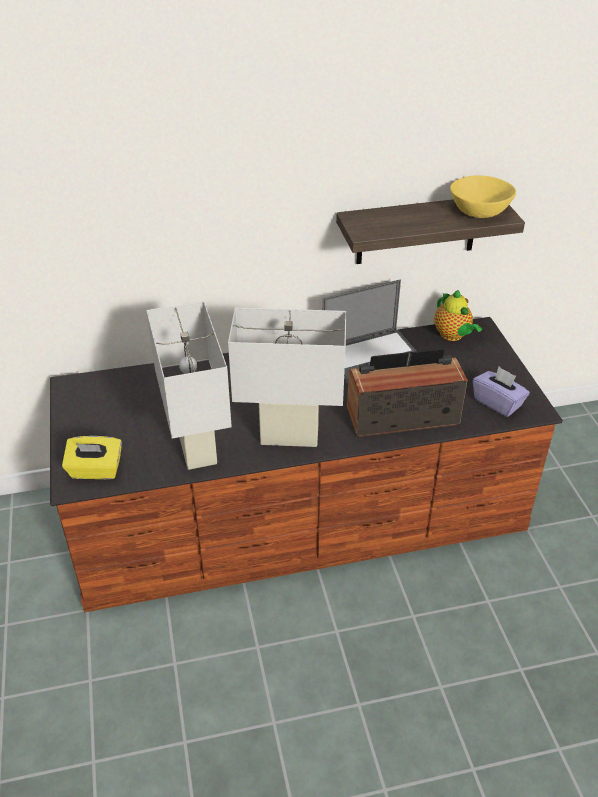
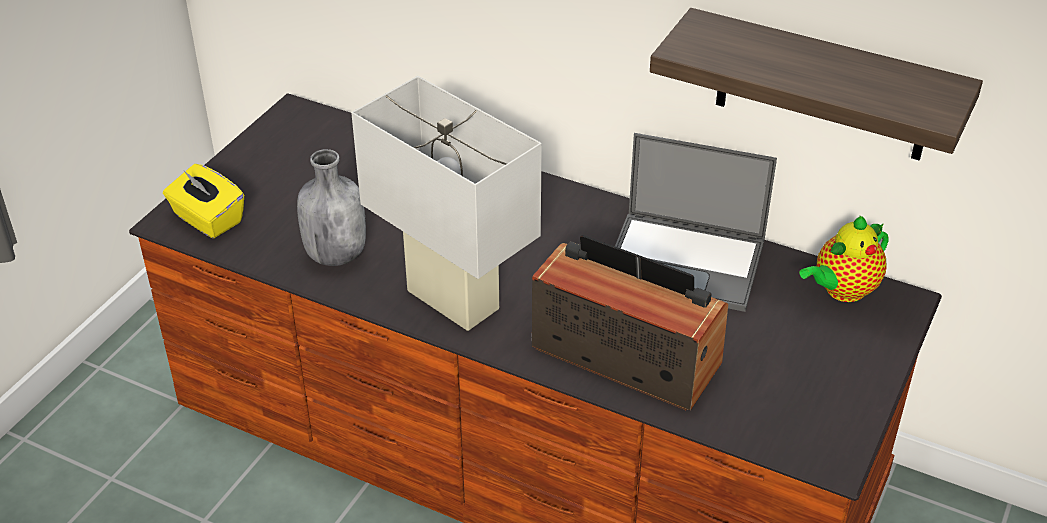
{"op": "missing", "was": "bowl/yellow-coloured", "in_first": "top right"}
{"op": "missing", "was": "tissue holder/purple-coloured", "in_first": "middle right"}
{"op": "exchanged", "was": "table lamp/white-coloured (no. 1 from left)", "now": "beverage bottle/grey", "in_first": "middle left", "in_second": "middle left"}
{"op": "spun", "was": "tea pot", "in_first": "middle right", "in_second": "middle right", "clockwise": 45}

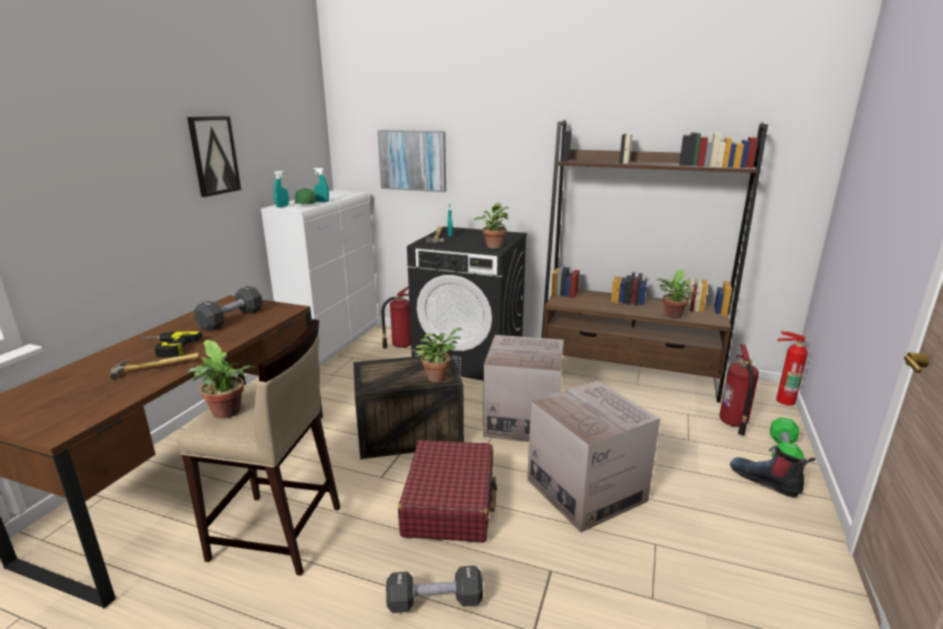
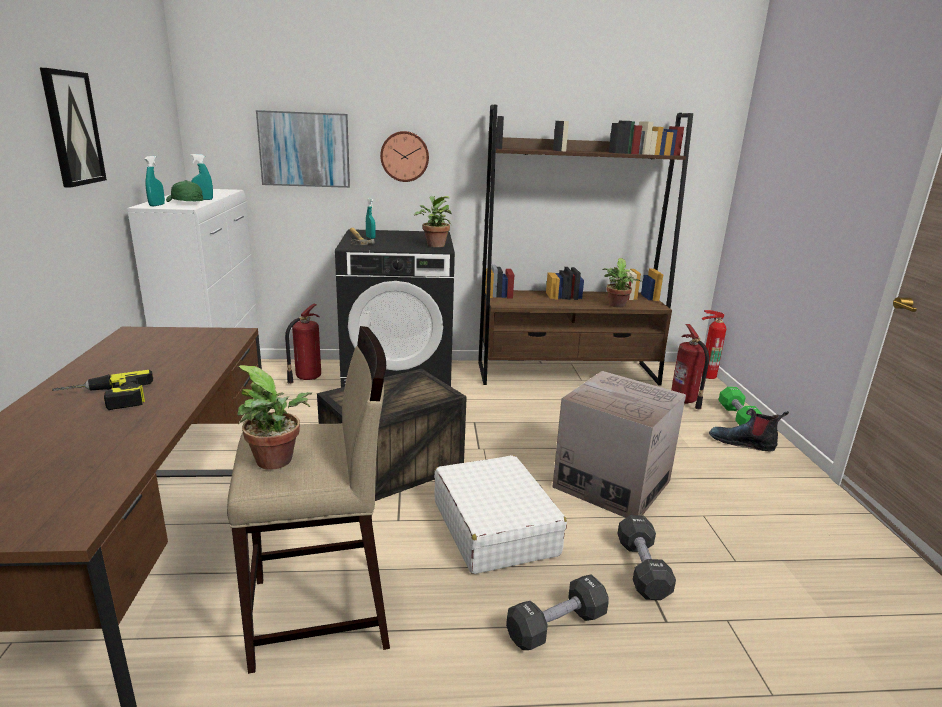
{"op": "missing", "was": "hammer (no. 1 from left)", "in_first": "middle left"}
{"op": "missing", "was": "houseplant (no. 2 from left)", "in_first": "centre"}
{"op": "missing", "was": "carton (no. 1 from left)", "in_first": "centre"}
{"op": "appeared", "now": "hanging clock", "in_second": "top centre"}
{"op": "relocated", "was": "free weight/black (no. 1 from left in the first image)", "now": "free weight/black (no. 2 from left)", "in_first": "middle left", "in_second": "bottom right"}
{"op": "colour", "was": "travel case/red-coloured", "now": "travel case/white-coloured", "in_first": "bottom centre", "in_second": "bottom centre"}

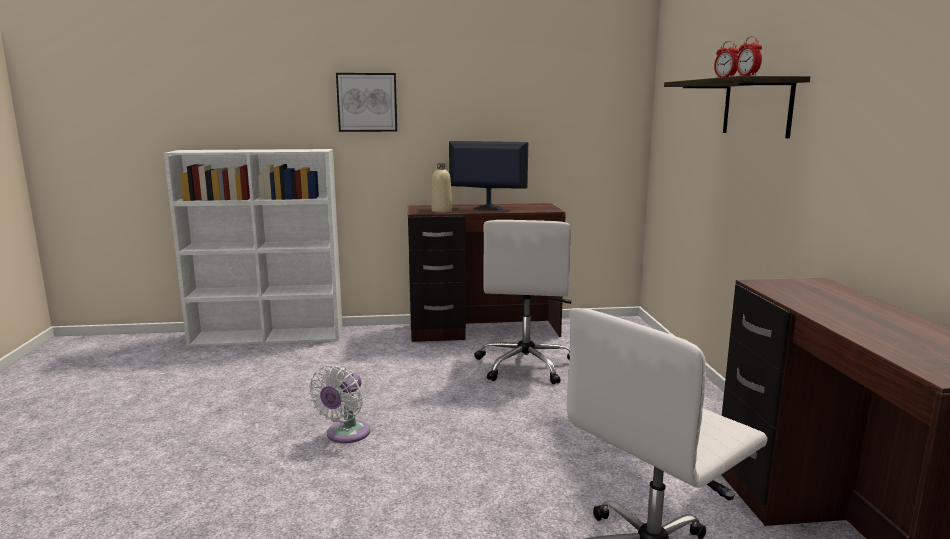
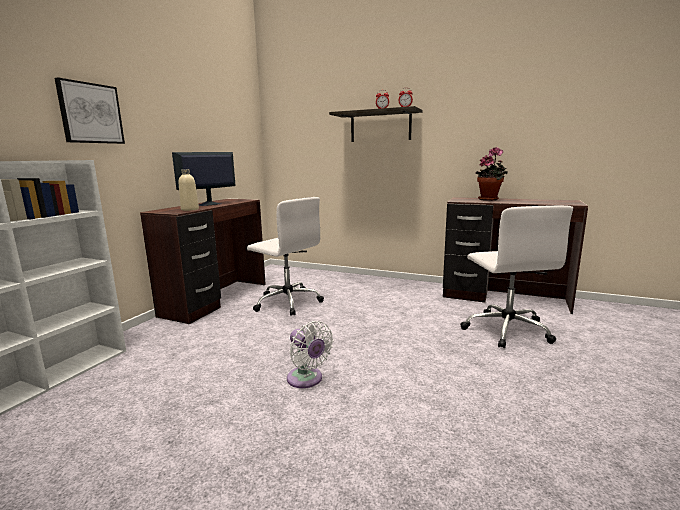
{"op": "appeared", "now": "houseplant", "in_second": "middle right"}

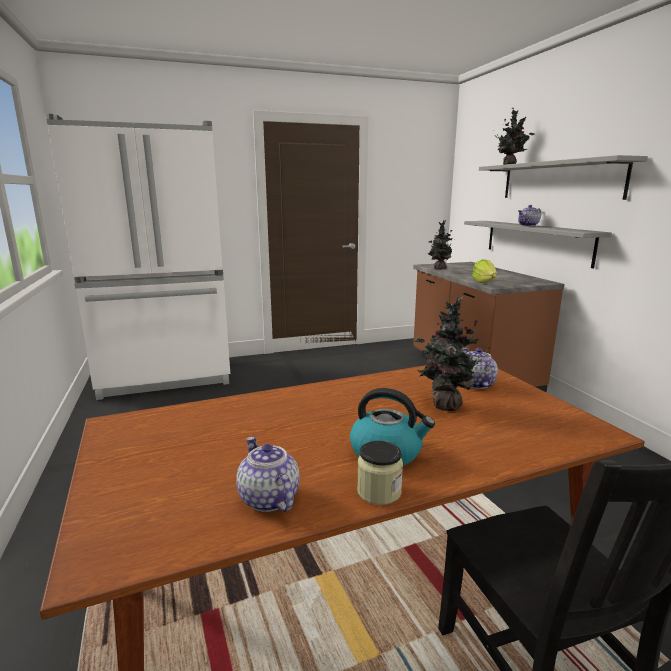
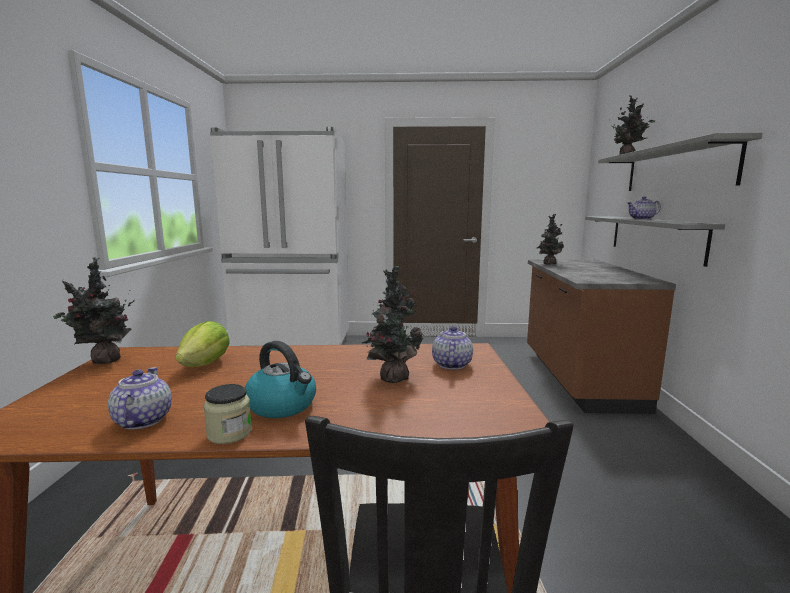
{"op": "appeared", "now": "houseplant (no. 1 from left)", "in_second": "middle left"}
{"op": "relocated", "was": "lettuce", "in_first": "middle right", "in_second": "middle left"}

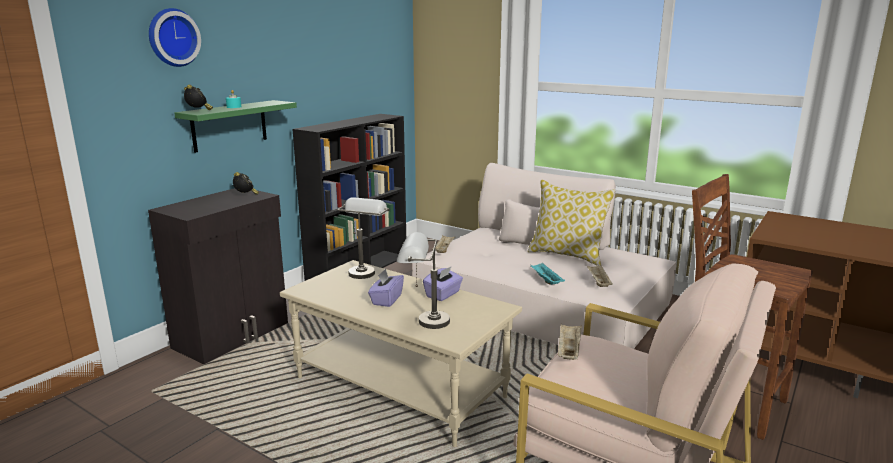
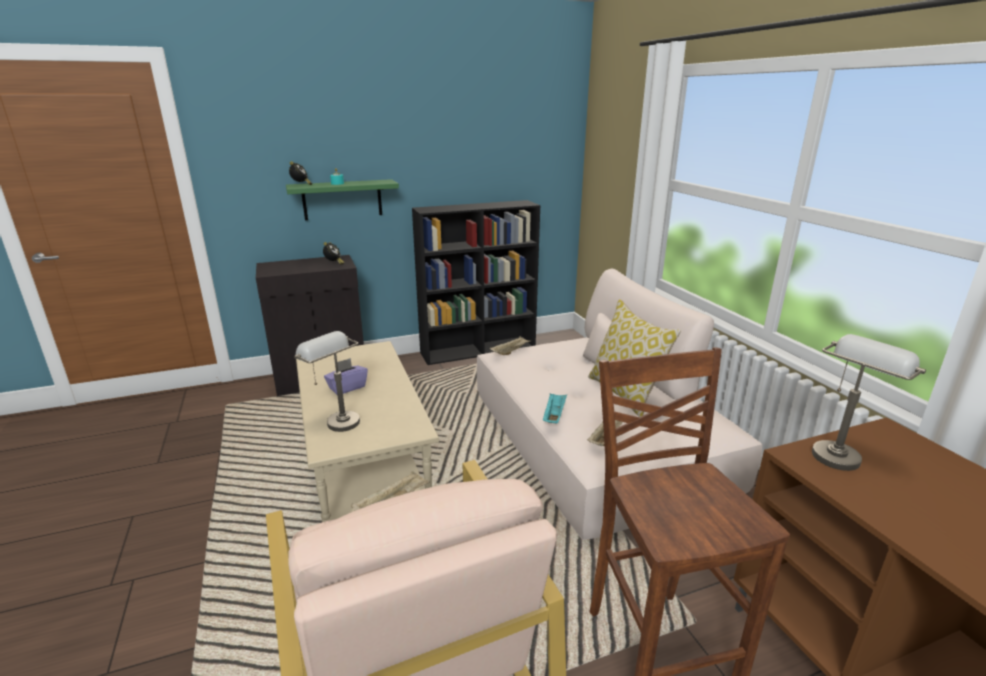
{"op": "missing", "was": "hanging clock", "in_first": "top left"}
{"op": "missing", "was": "tissue holder/purple-coloured (no. 2 from left)", "in_first": "centre"}
{"op": "relocated", "was": "table lamp/grey (no. 1 from left in the first image)", "now": "table lamp/grey (no. 2 from left)", "in_first": "centre", "in_second": "middle right"}

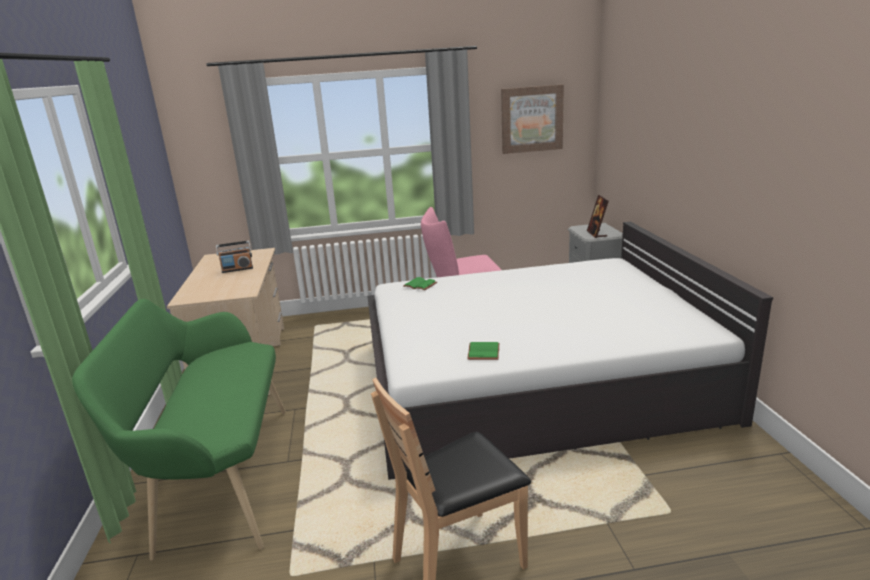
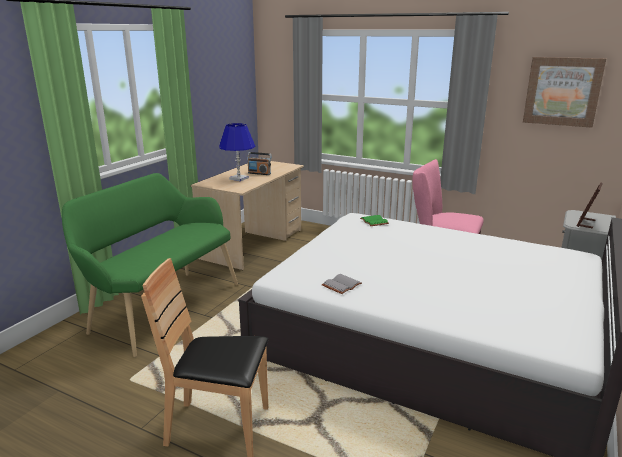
{"op": "appeared", "now": "table lamp/blue", "in_second": "top centre"}
{"op": "colour", "was": "book/green (no. 2 from left)", "now": "book/grey", "in_first": "centre", "in_second": "centre"}

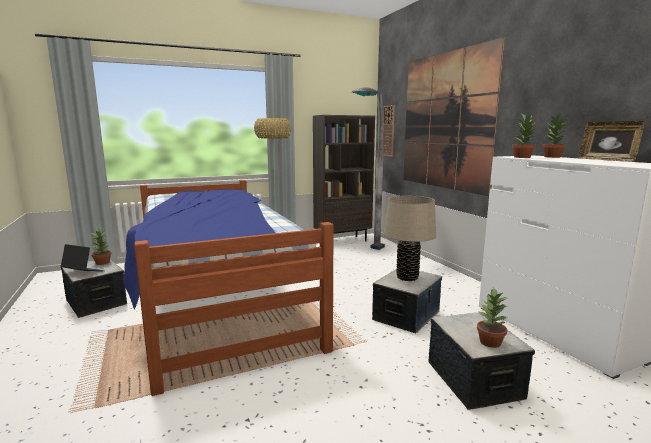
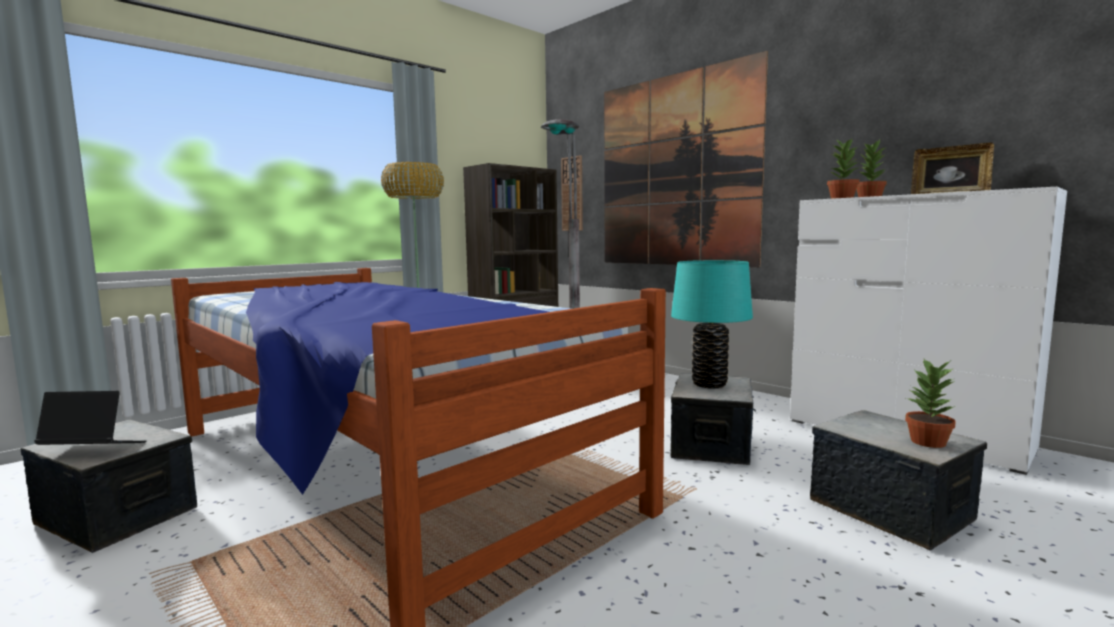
{"op": "missing", "was": "houseplant (no. 1 from left)", "in_first": "middle left"}
{"op": "colour", "was": "table lamp/sand-coloured", "now": "table lamp/turquoise", "in_first": "centre", "in_second": "centre"}

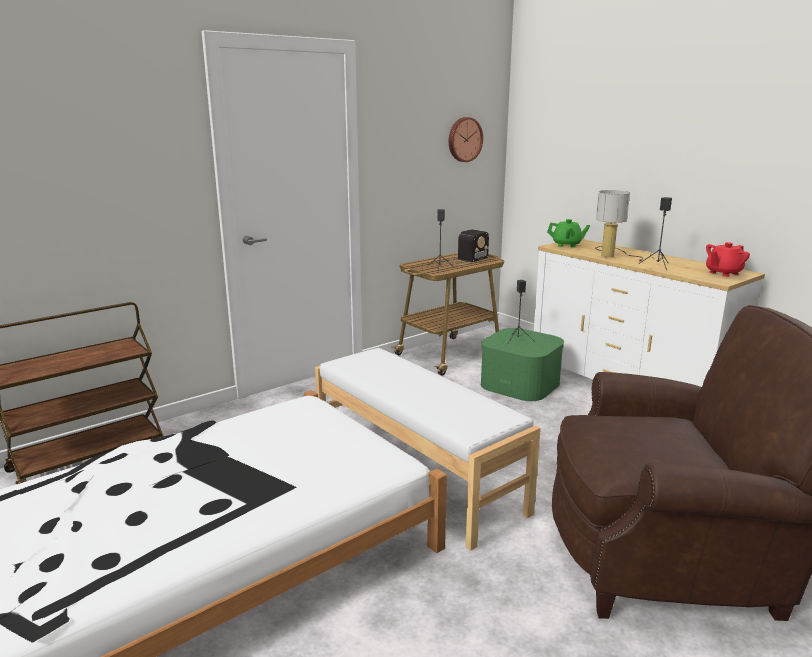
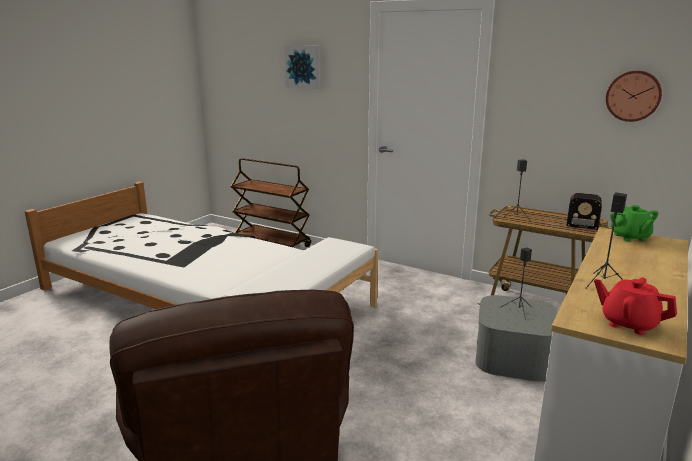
{"op": "missing", "was": "table lamp", "in_first": "middle right"}
{"op": "appeared", "now": "wall picture", "in_second": "top centre"}
{"op": "colour", "was": "storage container/green", "now": "storage container/grey", "in_first": "centre", "in_second": "bottom right"}

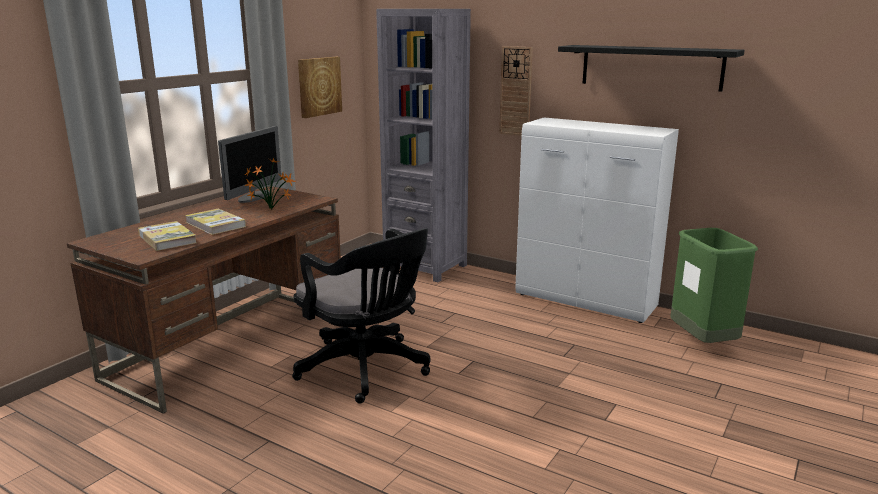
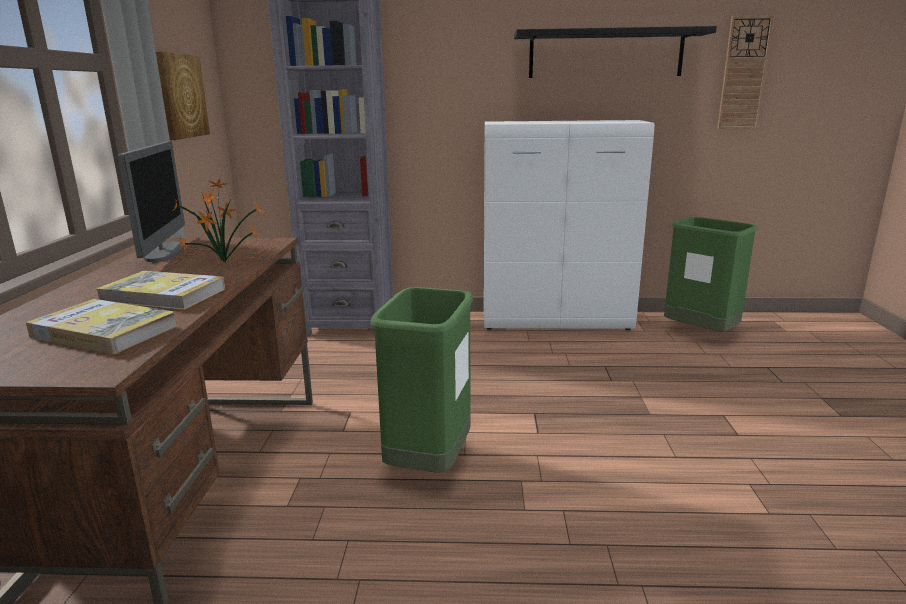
{"op": "relocated", "was": "hanging clock", "in_first": "top centre", "in_second": "top right"}
{"op": "exchanged", "was": "computer chair/black", "now": "rubbish bin/green (no. 1 from left)", "in_first": "centre", "in_second": "centre"}

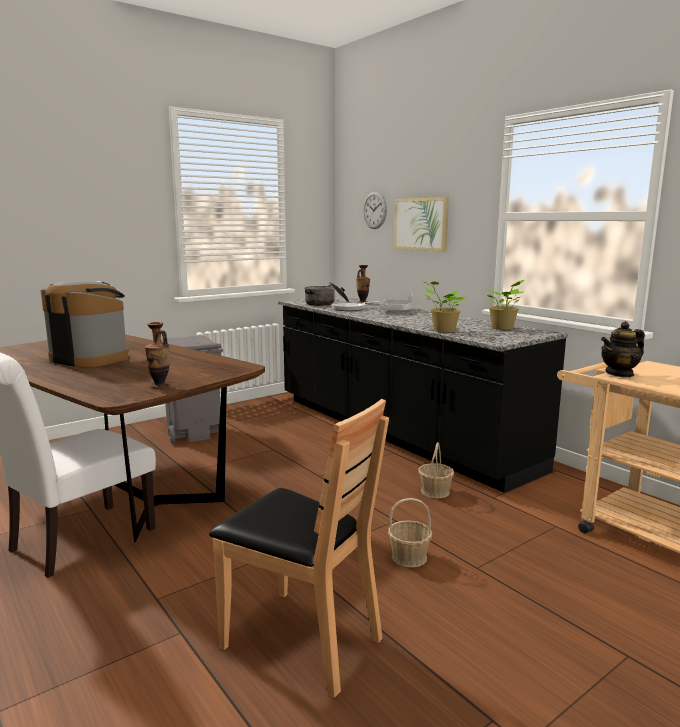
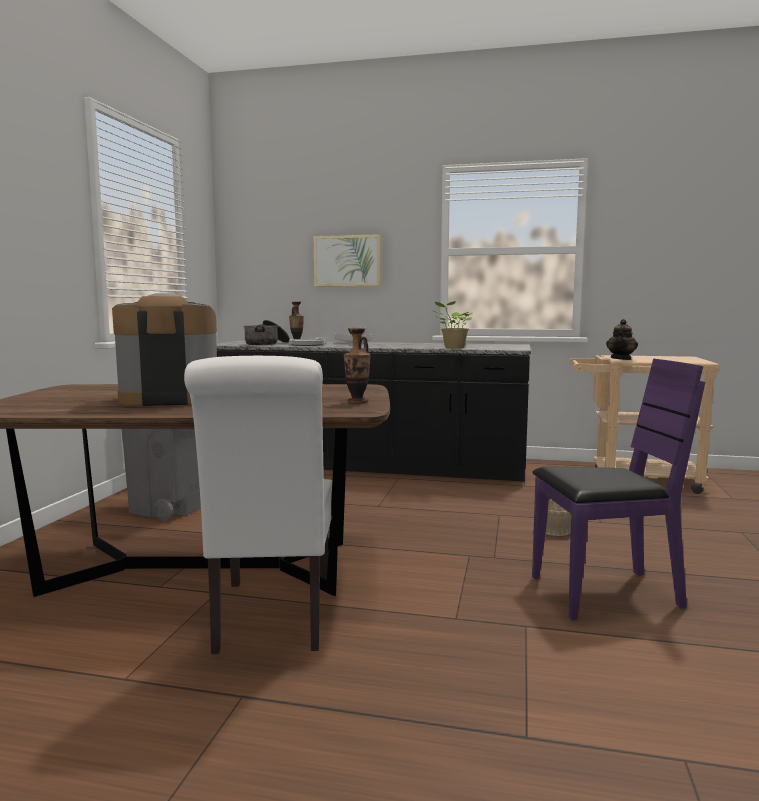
{"op": "missing", "was": "hanging clock", "in_first": "top centre"}
{"op": "missing", "was": "household basket (no. 2 from left)", "in_first": "centre"}
{"op": "missing", "was": "houseplant (no. 2 from left)", "in_first": "middle right"}
{"op": "colour", "was": "plain chair/brown", "now": "plain chair/purple-coloured", "in_first": "bottom centre", "in_second": "middle right"}

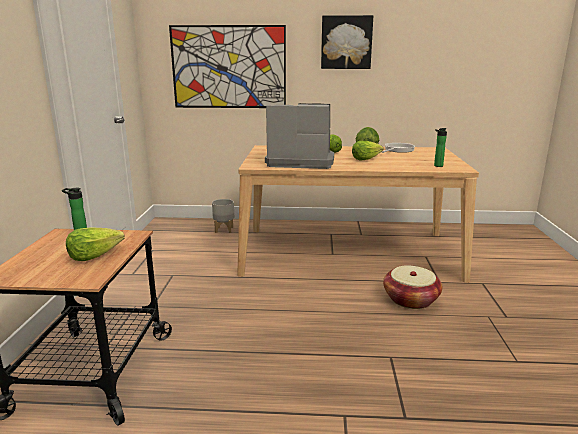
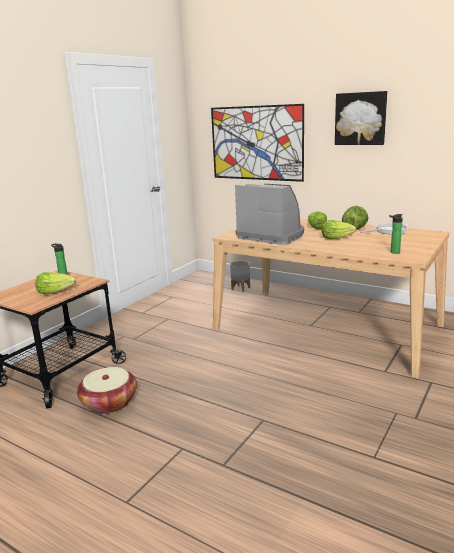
{"op": "relocated", "was": "household basket", "in_first": "middle right", "in_second": "bottom left"}

